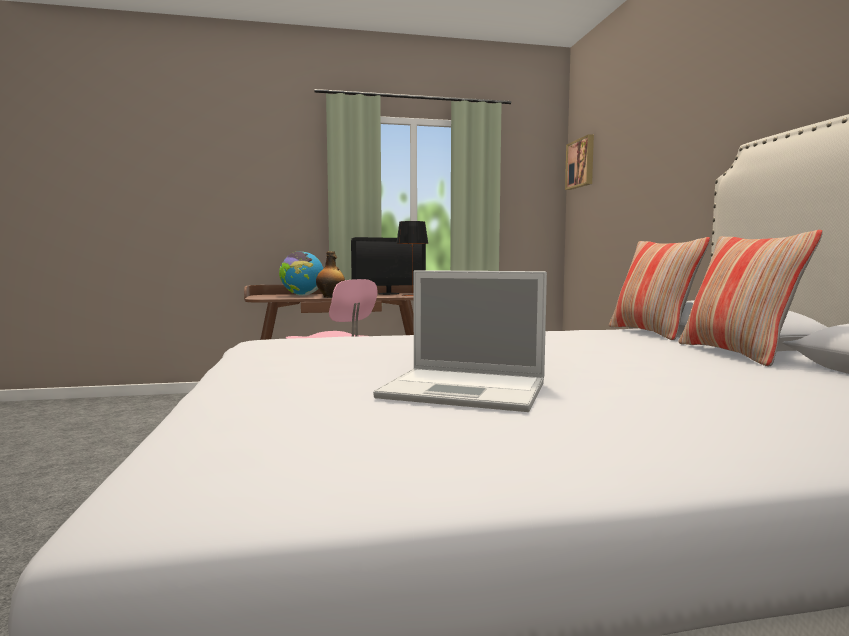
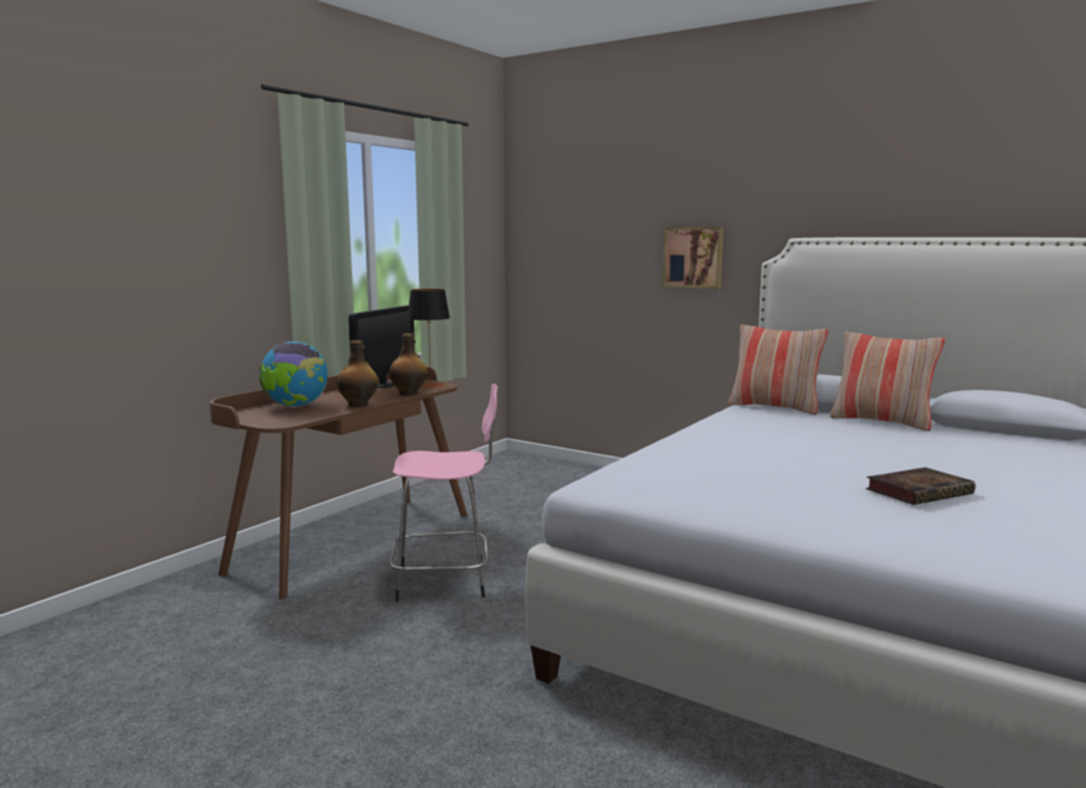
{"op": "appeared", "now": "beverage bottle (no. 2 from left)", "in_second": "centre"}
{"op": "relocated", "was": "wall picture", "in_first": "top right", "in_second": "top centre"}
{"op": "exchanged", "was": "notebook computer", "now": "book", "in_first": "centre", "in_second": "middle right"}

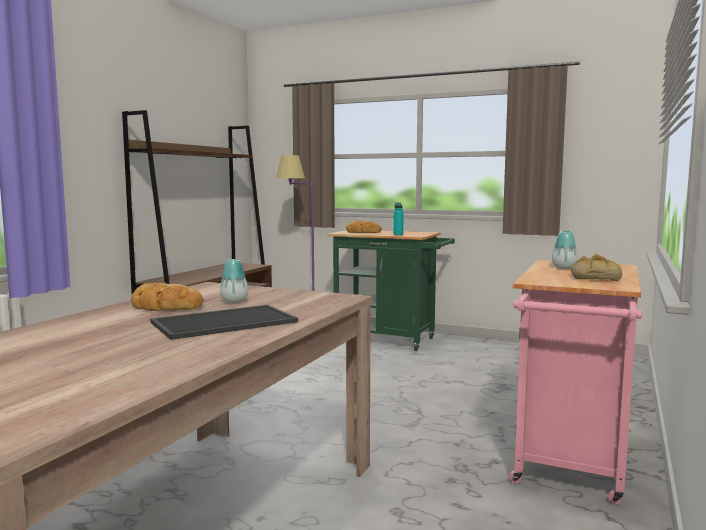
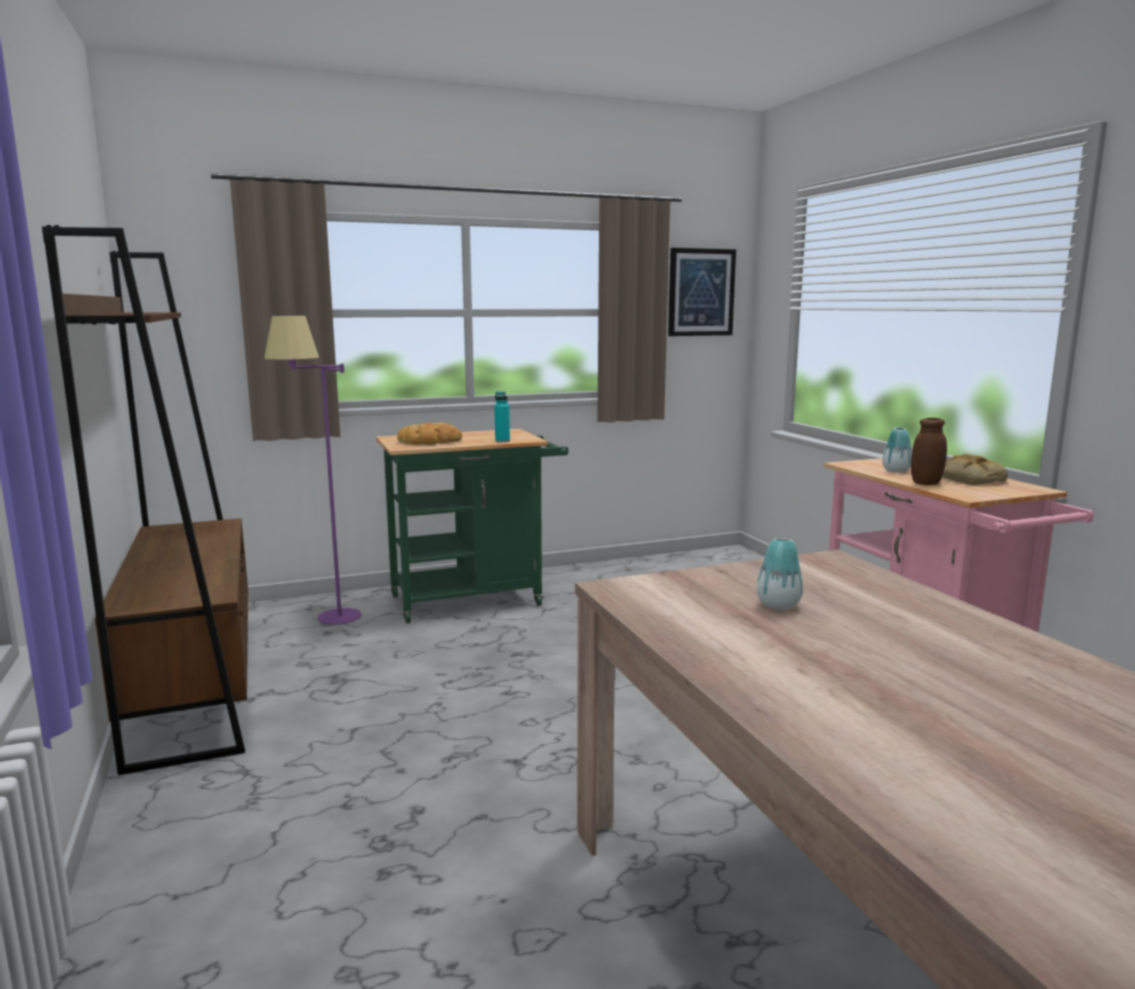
{"op": "missing", "was": "bakery bread (no. 1 from left)", "in_first": "middle left"}
{"op": "missing", "was": "serving tray", "in_first": "middle left"}
{"op": "appeared", "now": "wall picture", "in_second": "top centre"}
{"op": "appeared", "now": "storage jar/brown", "in_second": "middle right"}

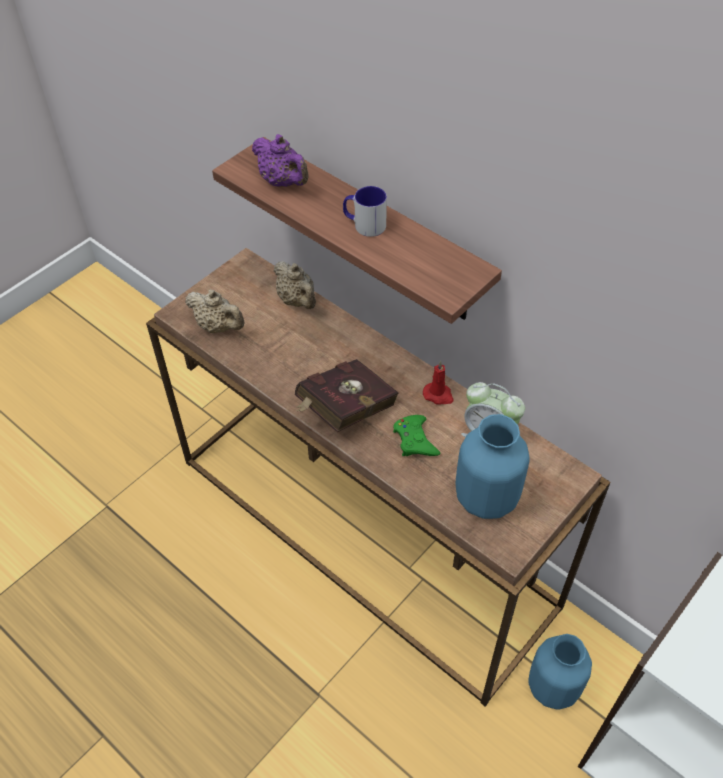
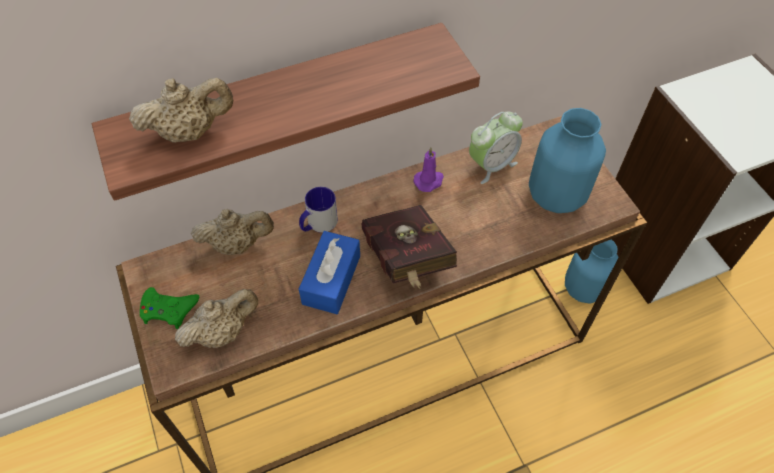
{"op": "appeared", "now": "tissue holder/blue", "in_second": "centre"}
{"op": "relocated", "was": "coffee mug", "in_first": "top centre", "in_second": "centre"}
{"op": "relocated", "was": "game controller/green", "in_first": "centre", "in_second": "middle left"}
{"op": "colour", "was": "tea pot/purple-coloured", "now": "tea pot/sand-coloured (no. 1 from left)", "in_first": "top centre", "in_second": "top left"}
{"op": "colour", "was": "wax light/red-coloured", "now": "wax light/purple-coloured", "in_first": "centre", "in_second": "centre"}

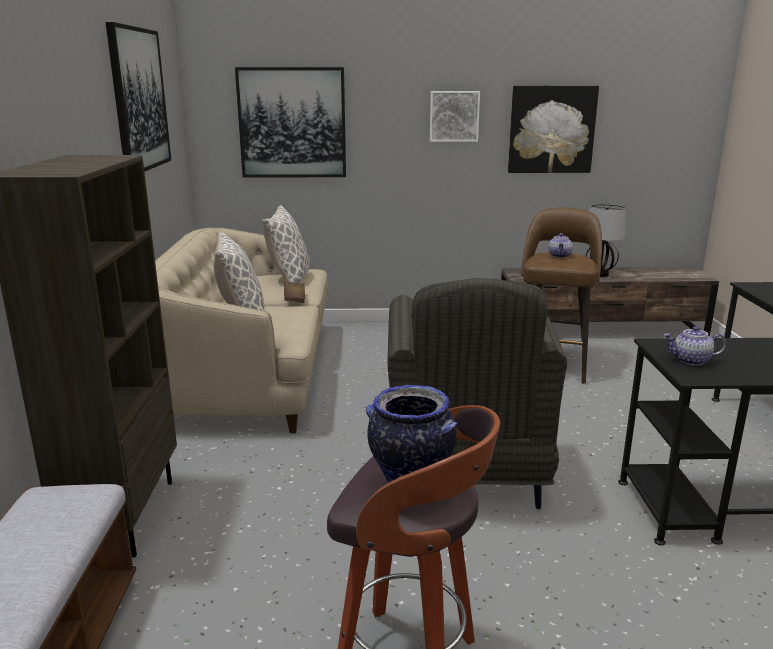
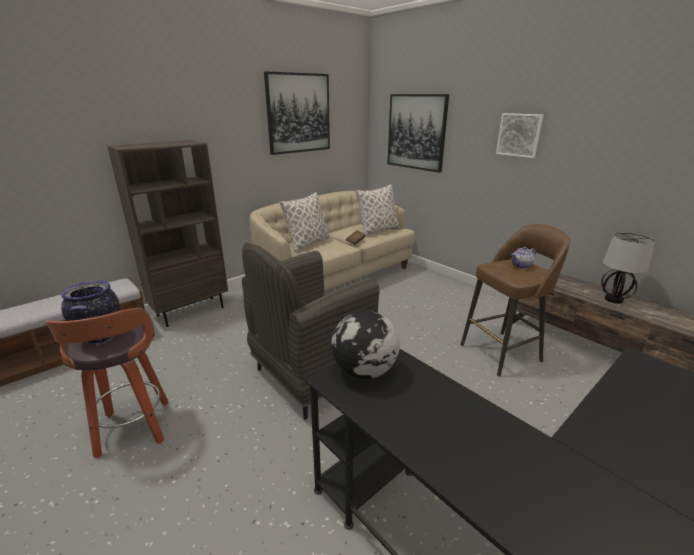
{"op": "missing", "was": "wall picture (no. 4 from left)", "in_first": "top right"}
{"op": "exchanged", "was": "tea pot (no. 2 from left)", "now": "desk globe", "in_first": "middle right", "in_second": "centre"}

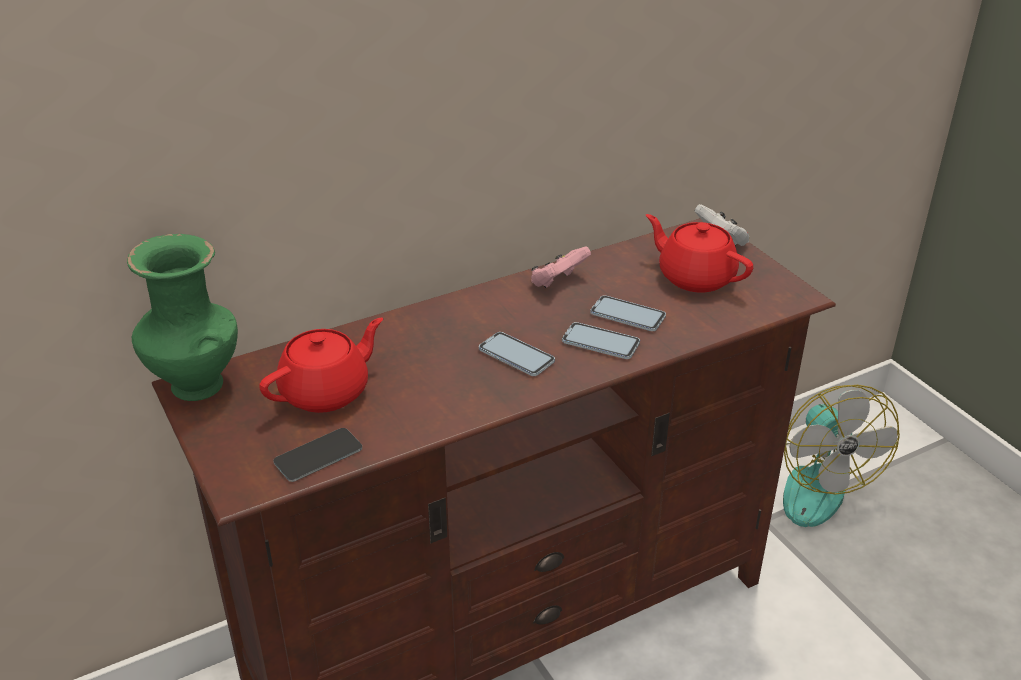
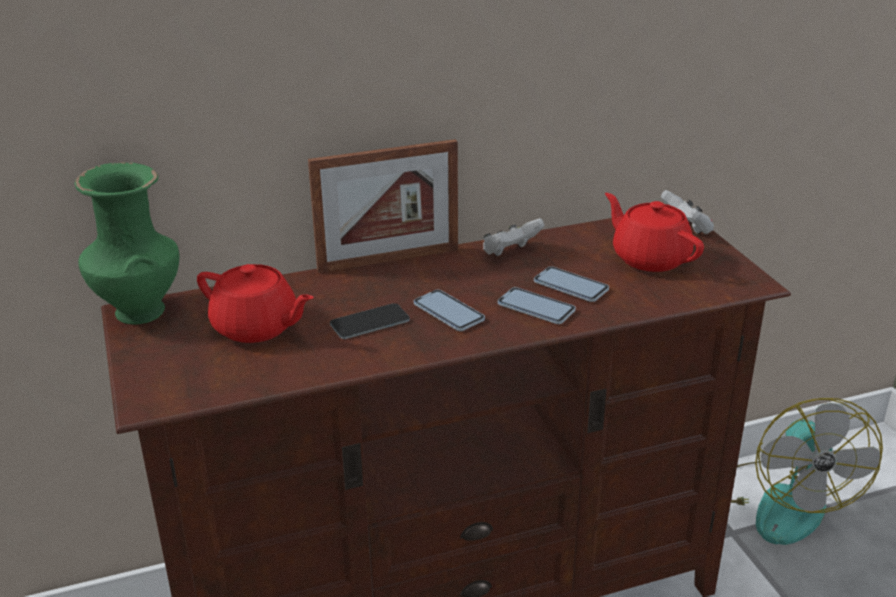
{"op": "appeared", "now": "picture frame", "in_second": "centre"}
{"op": "relocated", "was": "handset (no. 1 from left)", "in_first": "bottom left", "in_second": "centre"}
{"op": "colour", "was": "game controller/pinkish", "now": "game controller/white-coloured (no. 1 from left)", "in_first": "centre", "in_second": "centre"}
{"op": "spun", "was": "tea pot/red-coloured (no. 1 from left)", "in_first": "middle left", "in_second": "middle left", "clockwise": 60}

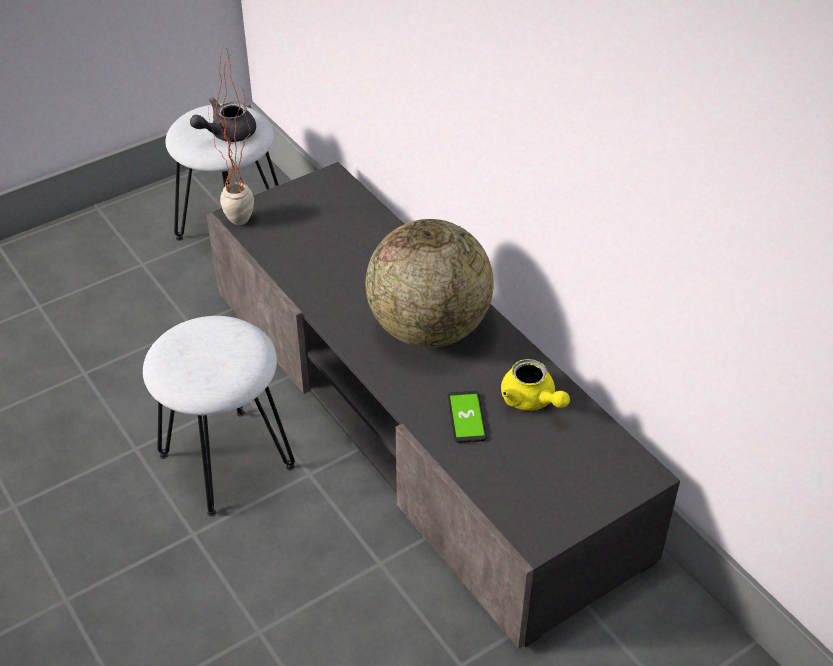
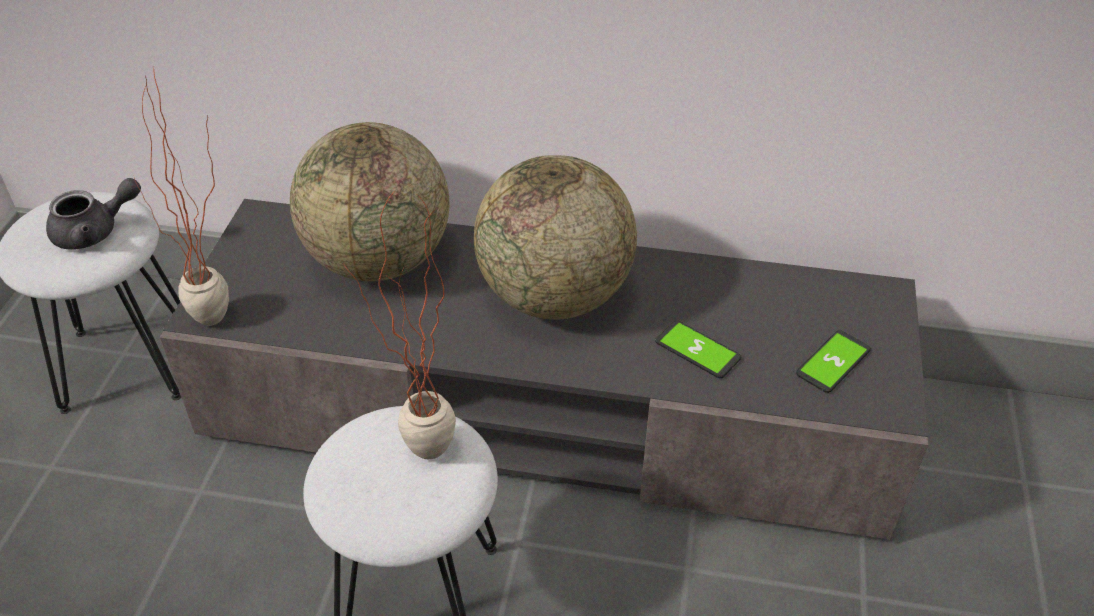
{"op": "missing", "was": "tea pot/yellow-coloured", "in_first": "centre"}
{"op": "appeared", "now": "desk globe (no. 1 from left)", "in_second": "top centre"}
{"op": "appeared", "now": "houseplant (no. 2 from left)", "in_second": "centre"}
{"op": "appeared", "now": "handset (no. 2 from left)", "in_second": "middle right"}
{"op": "spun", "was": "tea pot/grey", "in_first": "top left", "in_second": "middle left", "clockwise": -120}

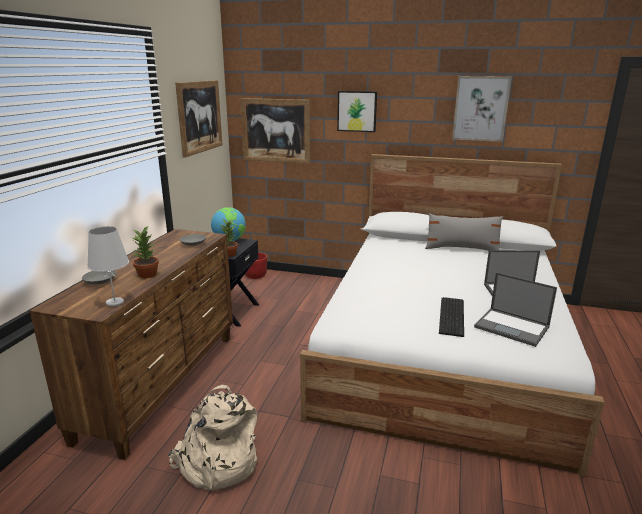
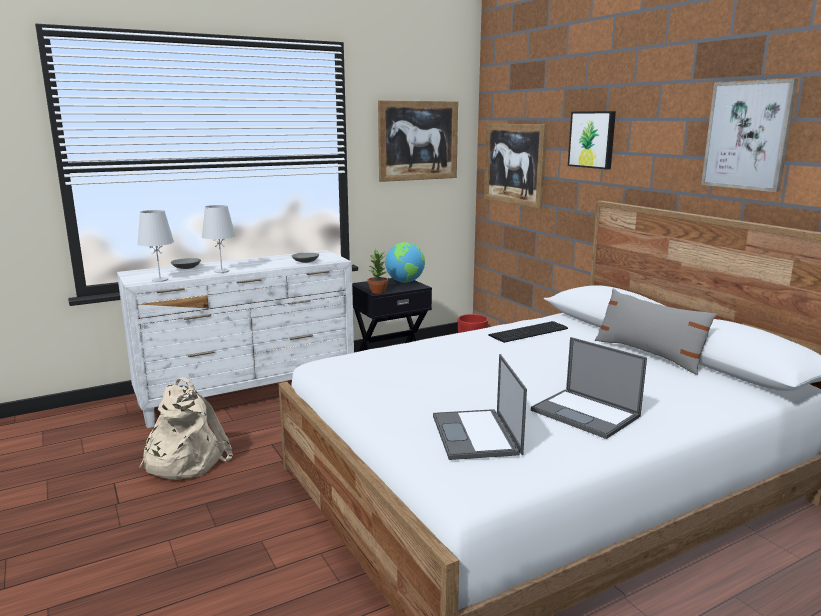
{"op": "relocated", "was": "computer keyboard", "in_first": "middle right", "in_second": "centre"}
{"op": "exchanged", "was": "houseplant (no. 1 from left)", "now": "table lamp/white-coloured (no. 2 from left)", "in_first": "middle left", "in_second": "middle left"}
{"op": "colour", "was": "chest of drawers/brown", "now": "chest of drawers/white-coloured", "in_first": "bottom left", "in_second": "middle left"}

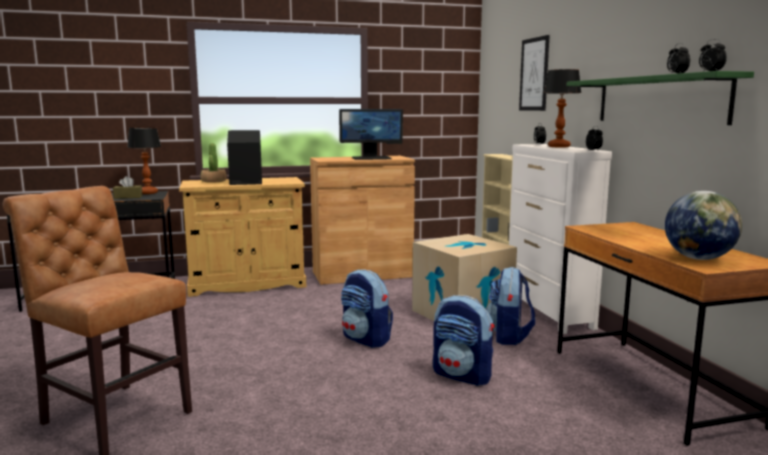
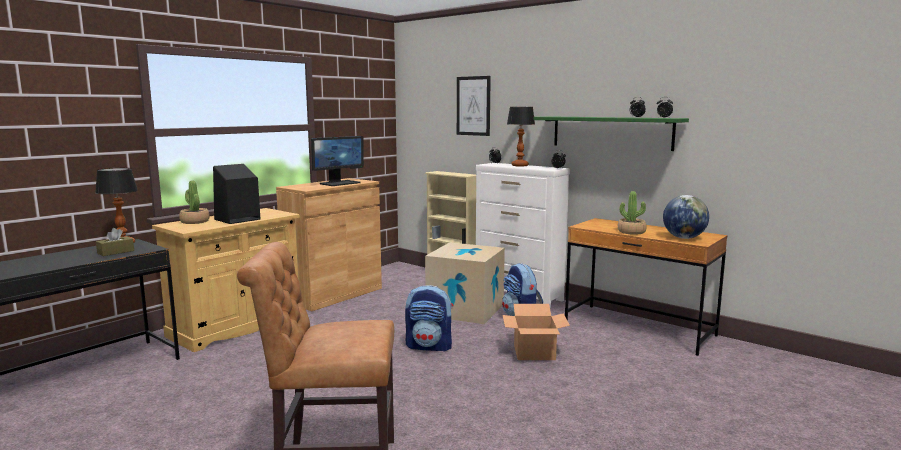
{"op": "appeared", "now": "houseplant (no. 2 from left)", "in_second": "middle right"}
{"op": "exchanged", "was": "knapsack (no. 2 from left)", "now": "carton (no. 2 from left)", "in_first": "bottom centre", "in_second": "bottom centre"}

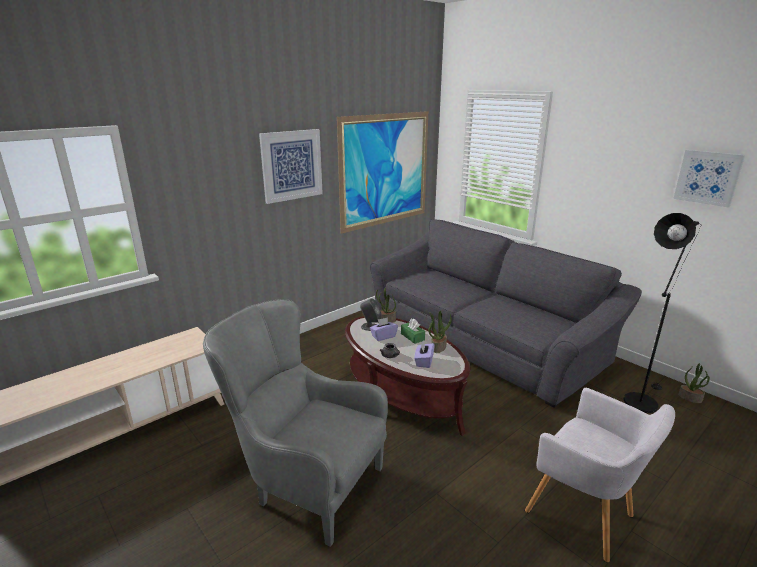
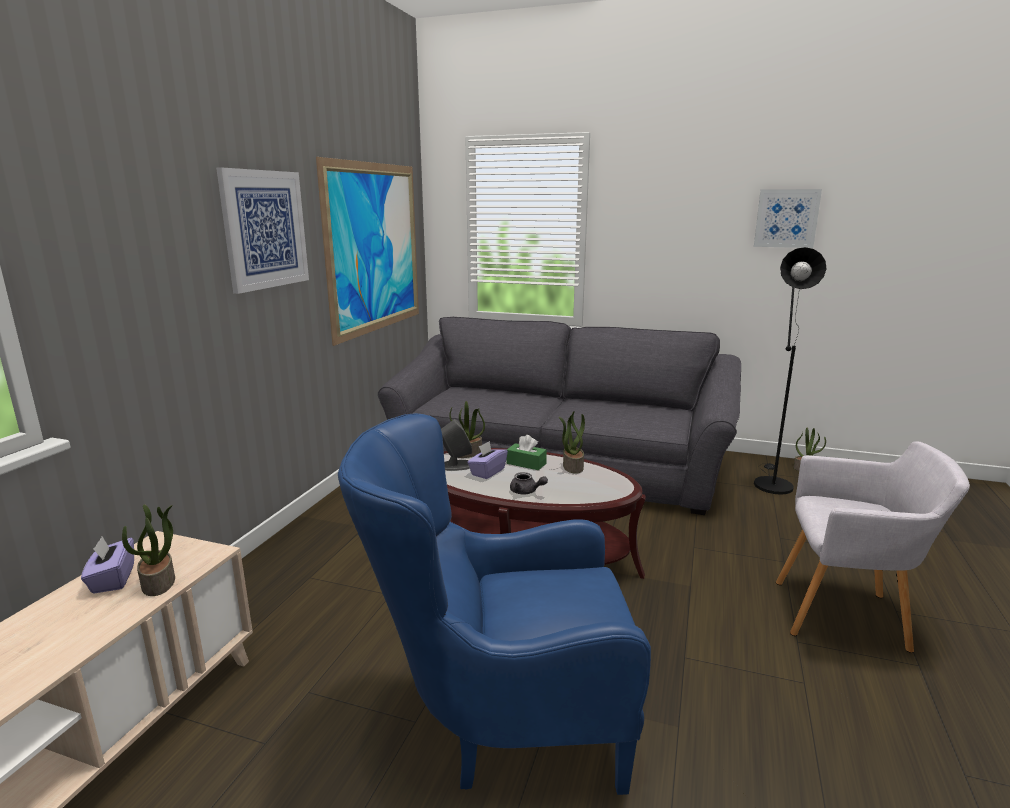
{"op": "appeared", "now": "houseplant (no. 1 from left)", "in_second": "bottom left"}
{"op": "relocated", "was": "tissue holder/purple-coloured (no. 2 from left in the first image)", "now": "tissue holder/purple-coloured (no. 1 from left)", "in_first": "centre", "in_second": "bottom left"}
{"op": "colour", "was": "armchair/grey (no. 1 from left)", "now": "armchair/blue", "in_first": "bottom centre", "in_second": "bottom centre"}

